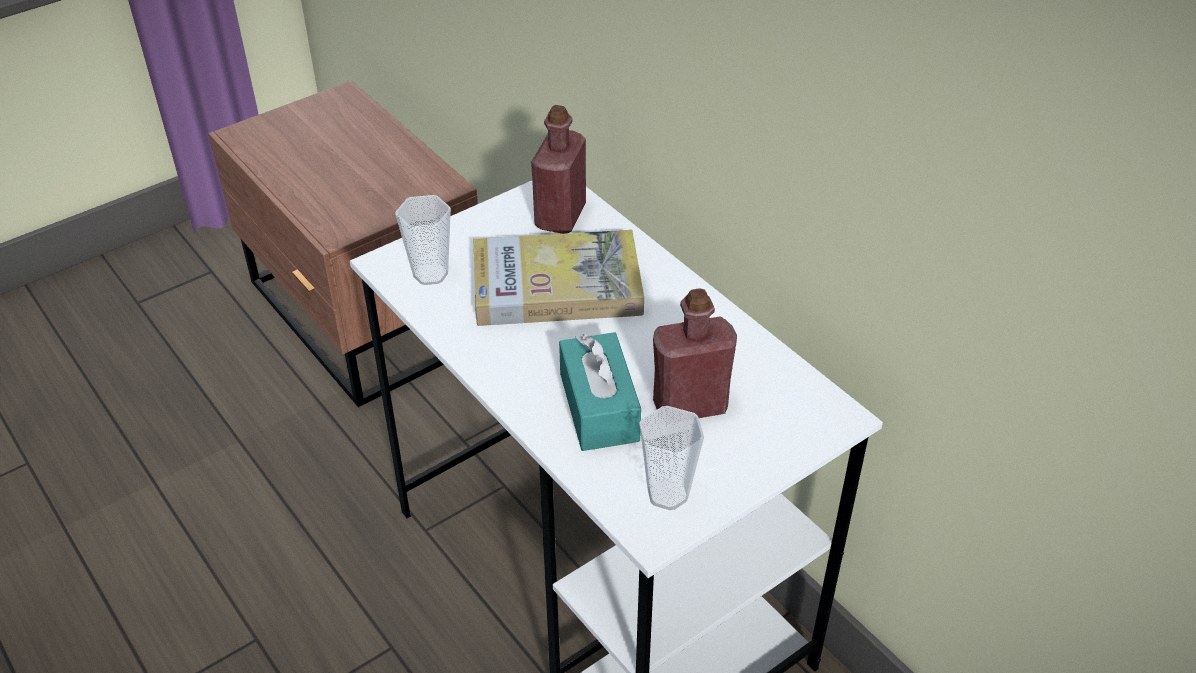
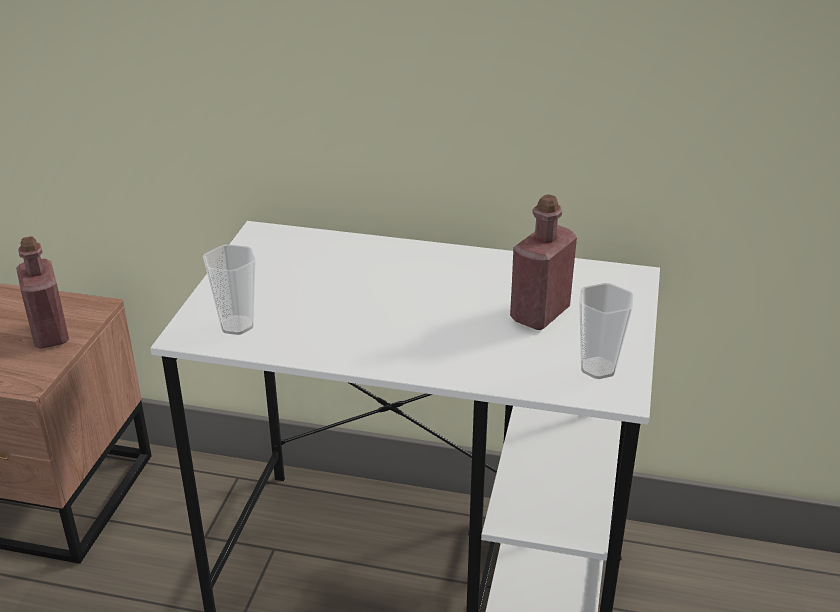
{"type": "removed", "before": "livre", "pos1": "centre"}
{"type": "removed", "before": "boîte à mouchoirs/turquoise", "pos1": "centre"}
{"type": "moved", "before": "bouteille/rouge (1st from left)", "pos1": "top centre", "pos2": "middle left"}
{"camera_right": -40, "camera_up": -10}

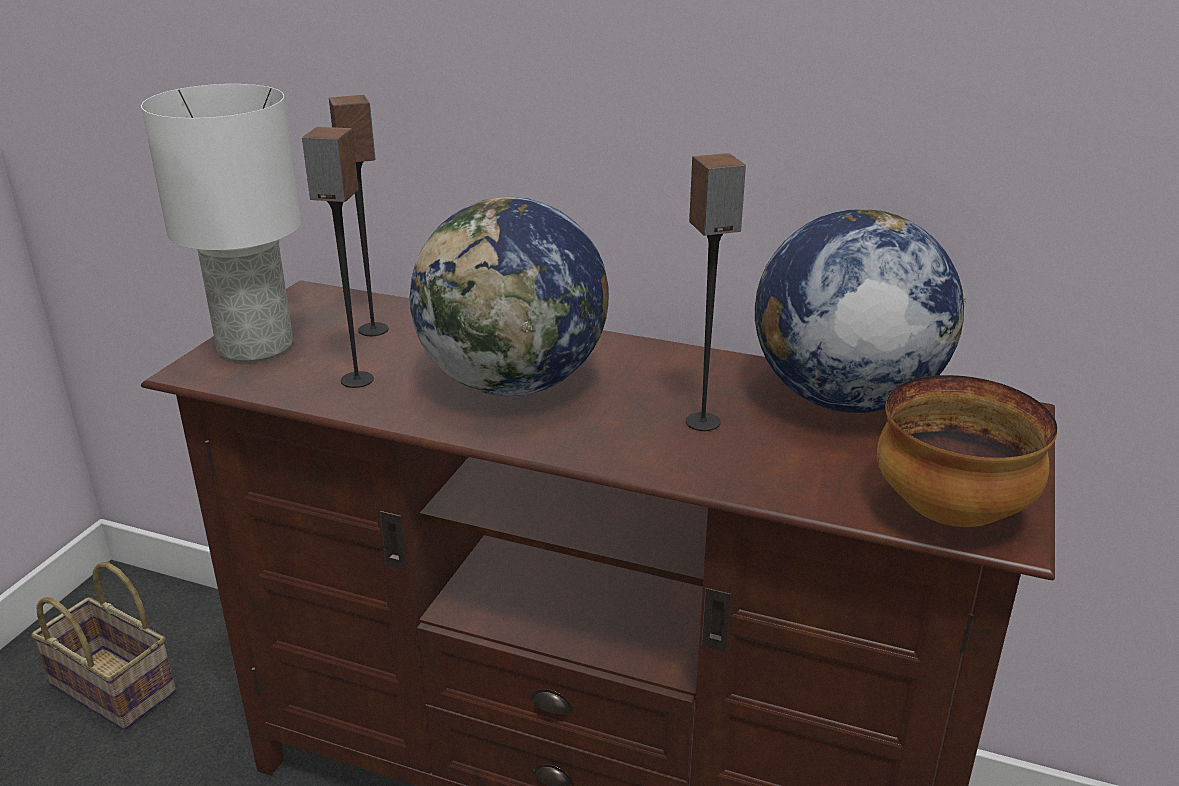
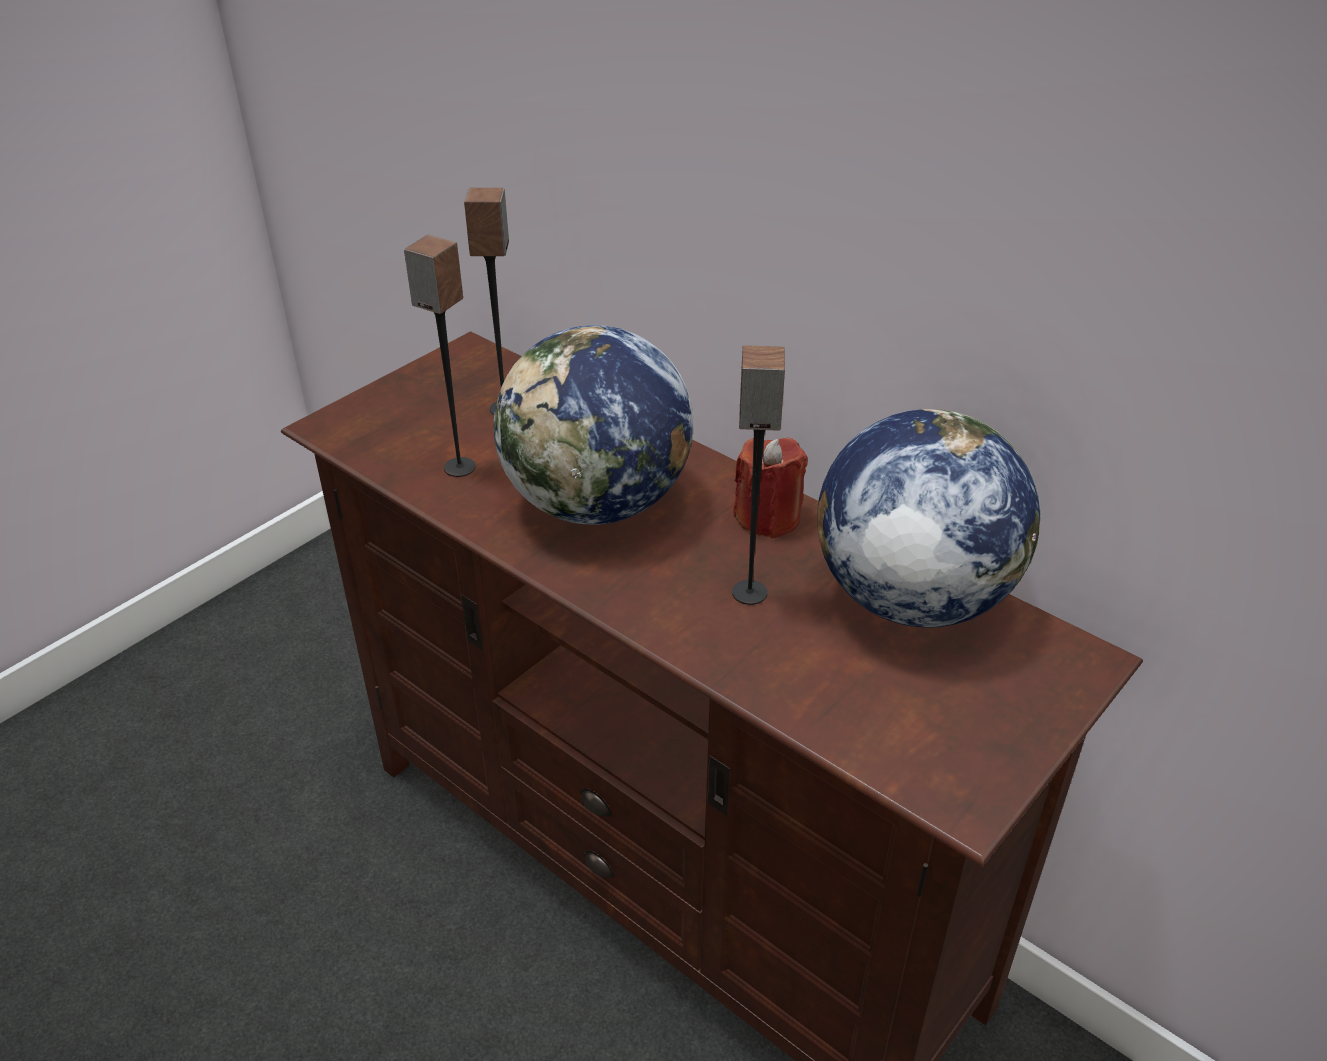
{"type": "removed", "before": "panier", "pos1": "bottom left"}
{"type": "removed", "before": "lampe de table/blanc", "pos1": "top left"}
{"type": "removed", "before": "bol", "pos1": "middle right"}
{"type": "added", "after": "bougie/rouge", "pos2": "centre"}
{"camera_right": 20, "camera_up": 10}

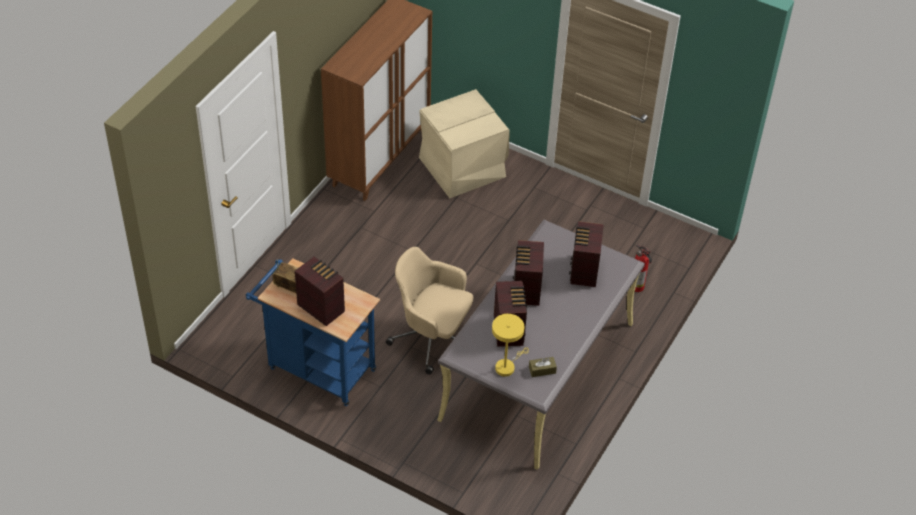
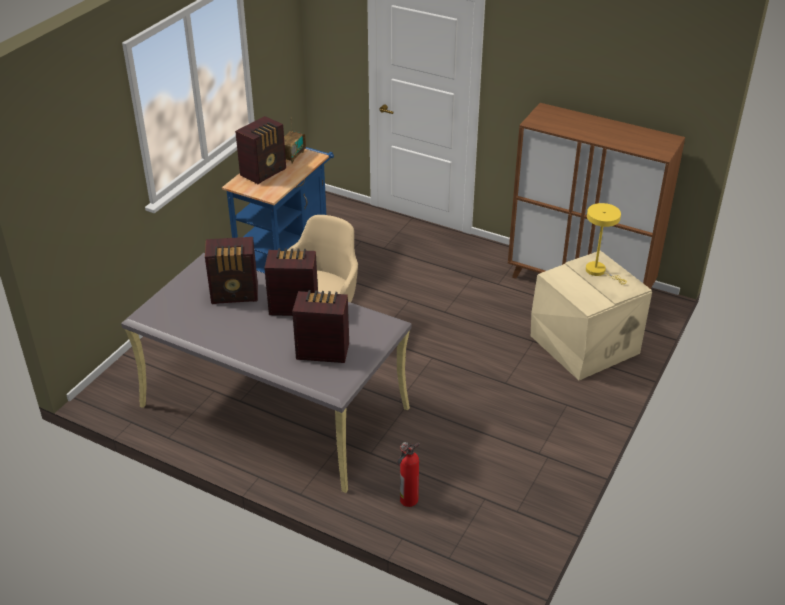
{"type": "removed", "before": "boîte à mouchoirs/marron", "pos1": "bottom centre"}
{"type": "moved", "before": "lampe de table/jaune", "pos1": "bottom centre", "pos2": "middle right"}
{"camera_right": 90, "camera_up": -10}

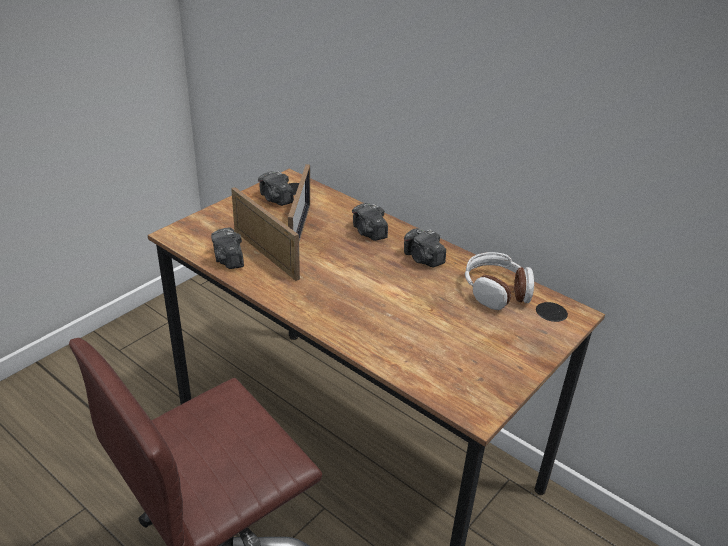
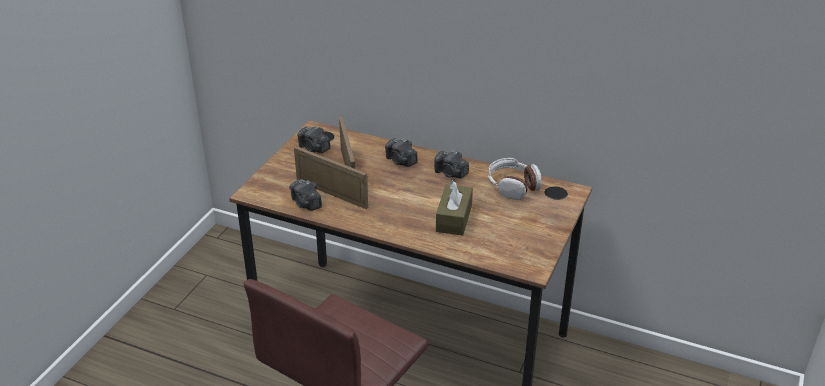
{"type": "added", "after": "boîte à mouchoirs/marron", "pos2": "centre"}
{"camera_right": -15, "camera_up": 0}

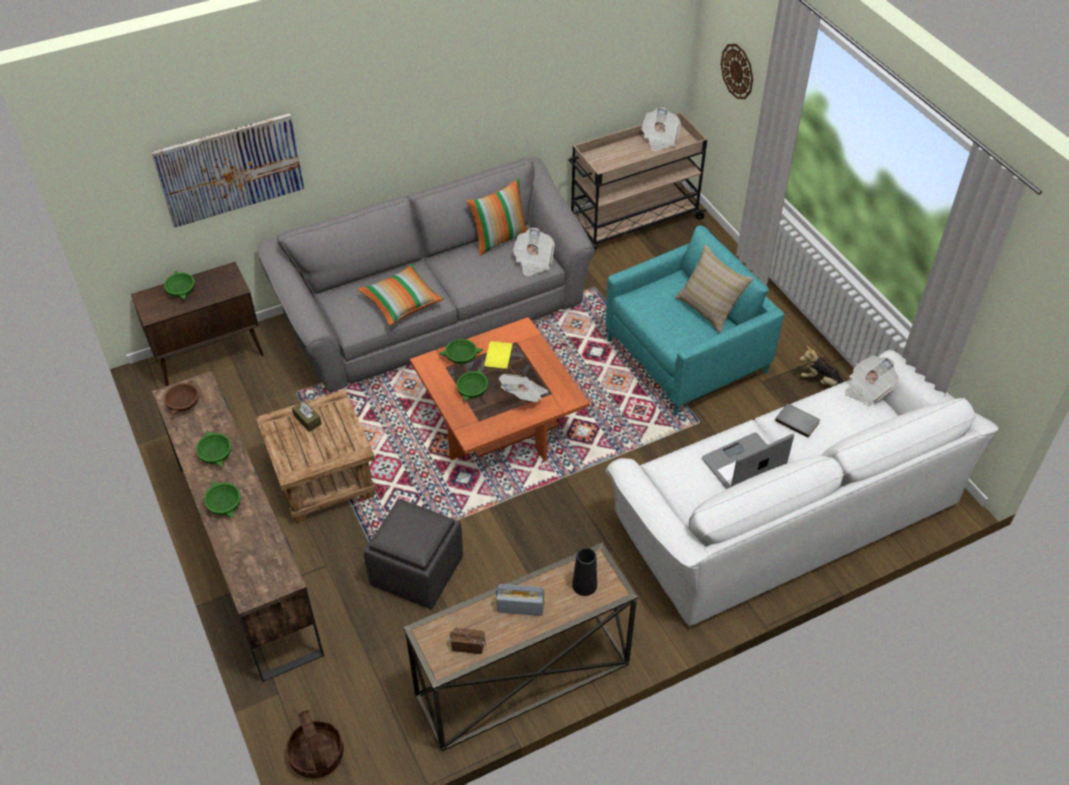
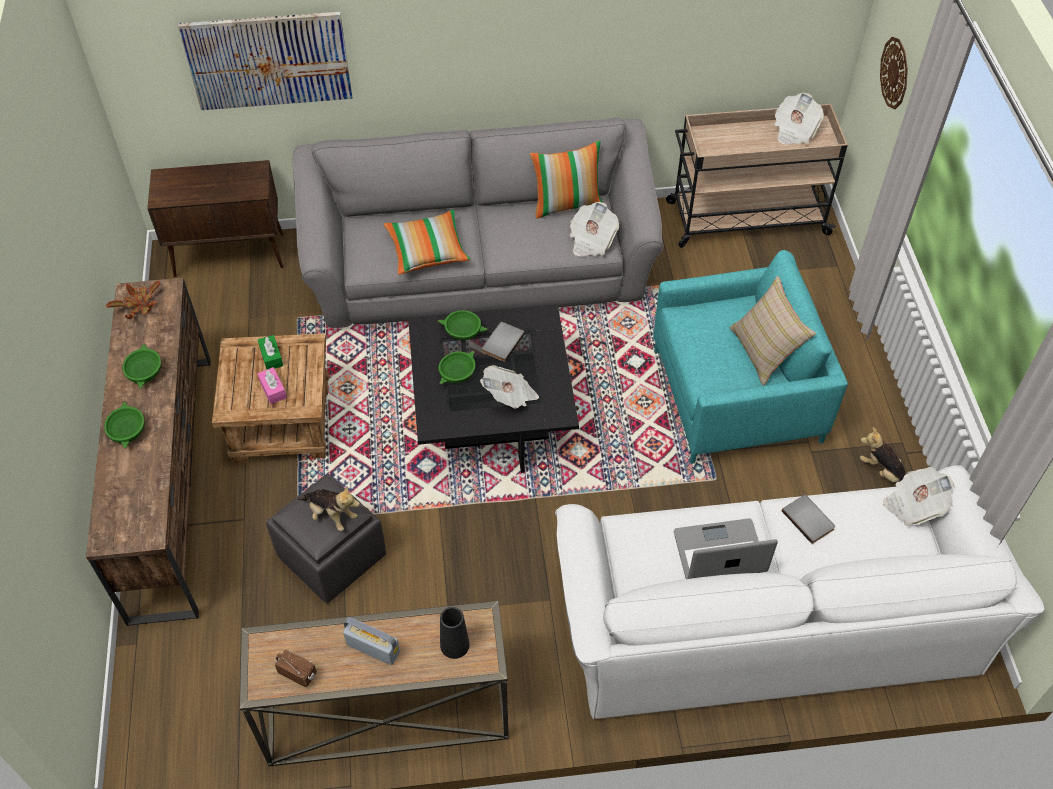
{"type": "removed", "before": "bol/vert (1st from left)", "pos1": "middle left"}
{"type": "removed", "before": "panier", "pos1": "bottom left"}
{"type": "added", "after": "boîte à mouchoirs/rose", "pos2": "middle left"}
{"type": "added", "after": "peluche (1st from left)", "pos2": "middle left"}
{"type": "replaced", "before": "bol/marron", "after": "plante en pot", "pos1": "middle left", "pos2": "middle left"}
{"type": "recoloured", "before": "boîte à mouchoirs/marron", "after": "boîte à mouchoirs/vert", "pos1": "middle left", "pos2": "middle left"}
{"type": "recoloured", "before": "table basse/orange", "after": "table basse/noir", "pos1": "centre", "pos2": "centre"}
{"type": "recoloured", "before": "livre/jaune", "after": "livre/gris (1st from left)", "pos1": "centre", "pos2": "centre"}
{"camera_right": 20, "camera_up": 5}

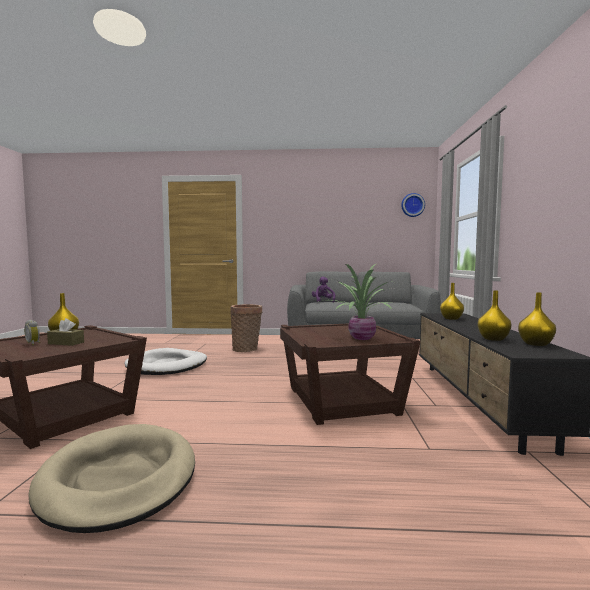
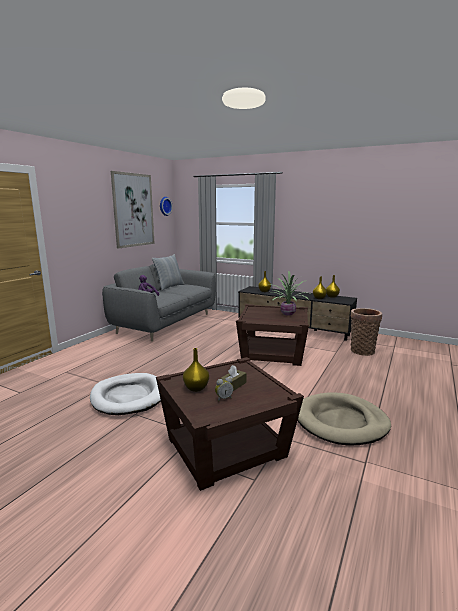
{"type": "added", "after": "tableau", "pos2": "middle left"}
{"type": "added", "after": "coussin", "pos2": "centre"}
{"type": "moved", "before": "panier", "pos1": "centre", "pos2": "middle right"}
{"camera_right": -65, "camera_up": 10}

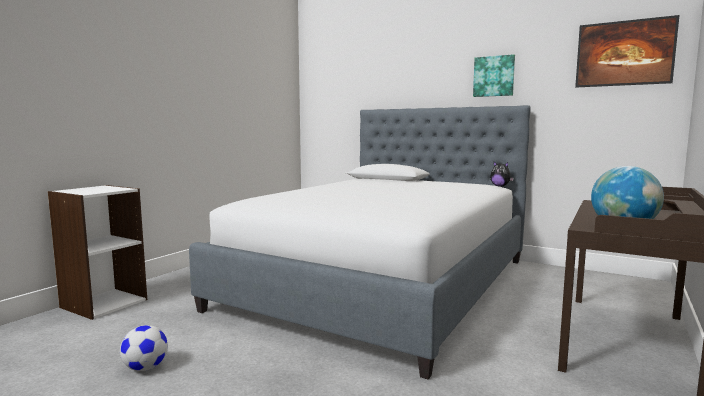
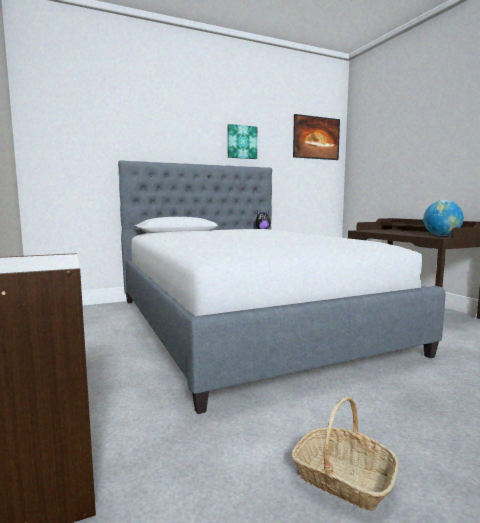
{"type": "replaced", "before": "ballon de foot", "after": "panier", "pos1": "bottom left", "pos2": "bottom right"}
{"camera_right": -55, "camera_up": 0}

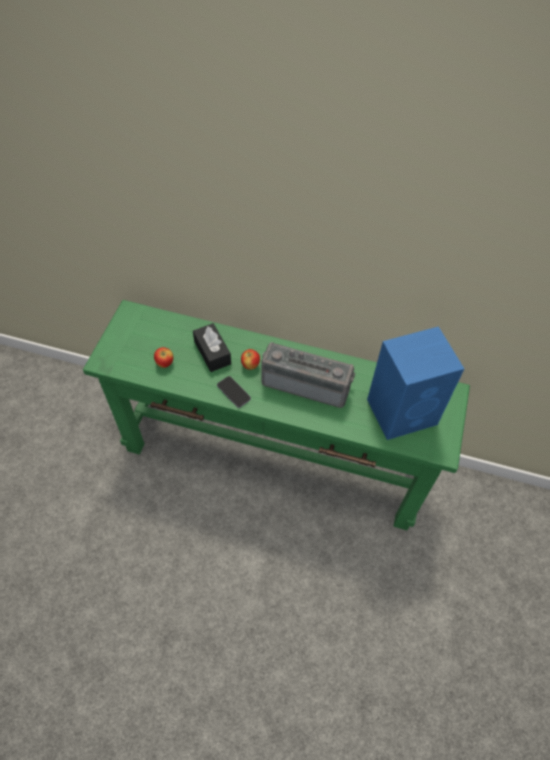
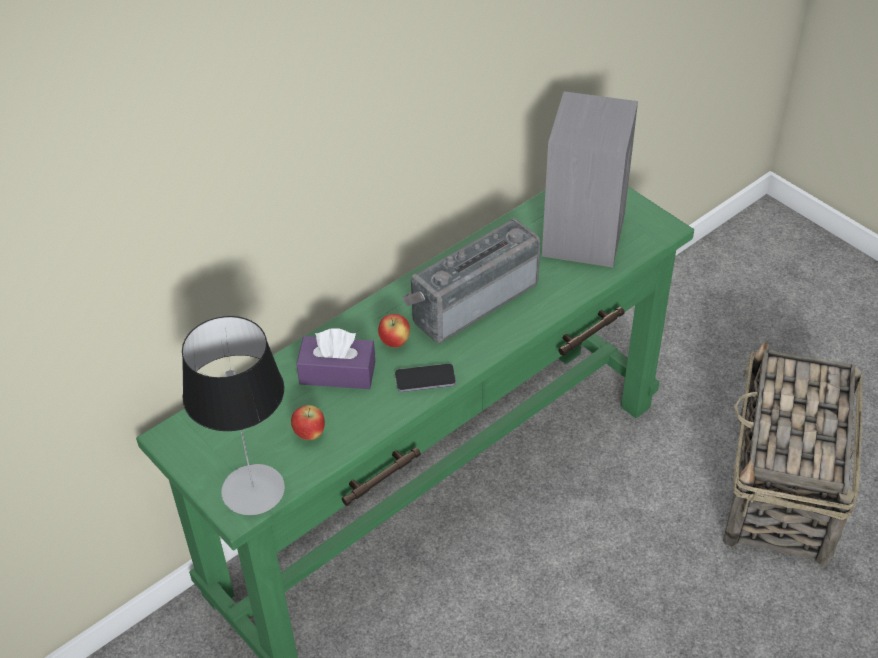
{"type": "added", "after": "lampe de table", "pos2": "middle left"}
{"type": "added", "after": "panier", "pos2": "bottom right"}
{"type": "recoloured", "before": "boîte à mouchoirs/noir", "after": "boîte à mouchoirs/violet", "pos1": "centre", "pos2": "centre"}
{"type": "recoloured", "before": "enceinte/bleu", "after": "enceinte/gris", "pos1": "middle right", "pos2": "top right"}
{"camera_right": -55, "camera_up": -10}

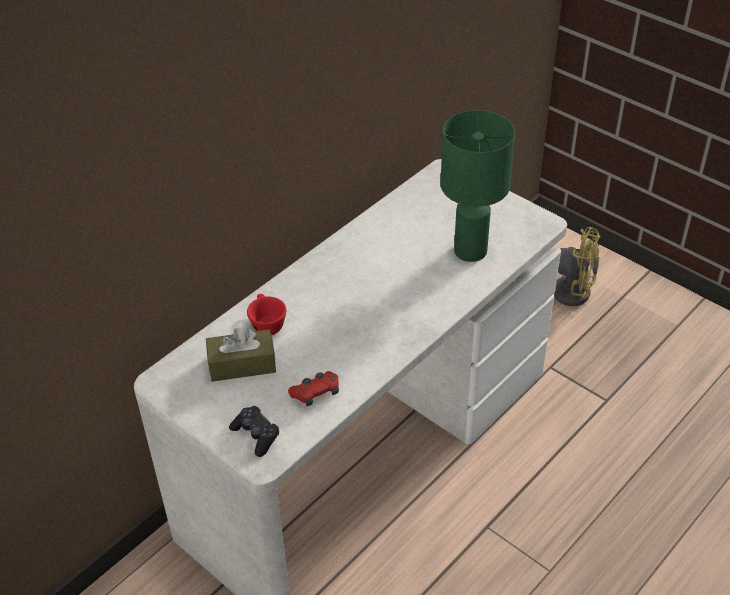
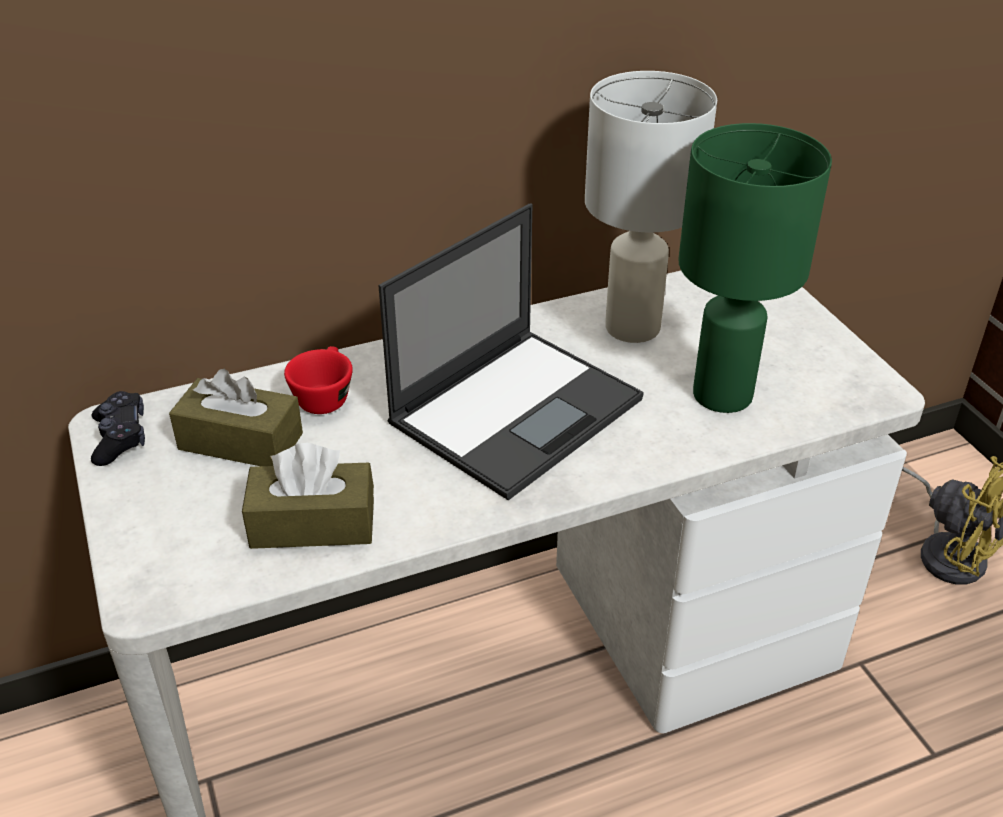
{"type": "added", "after": "ordinateur portable", "pos2": "centre"}
{"type": "added", "after": "lampe de table/blanc", "pos2": "top centre"}
{"type": "moved", "before": "manette/noir", "pos1": "bottom centre", "pos2": "middle left"}
{"type": "replaced", "before": "manette/rouge", "after": "boîte à mouchoirs/marron (2nd from left)", "pos1": "centre", "pos2": "middle left"}
{"camera_right": 25, "camera_up": -5}

